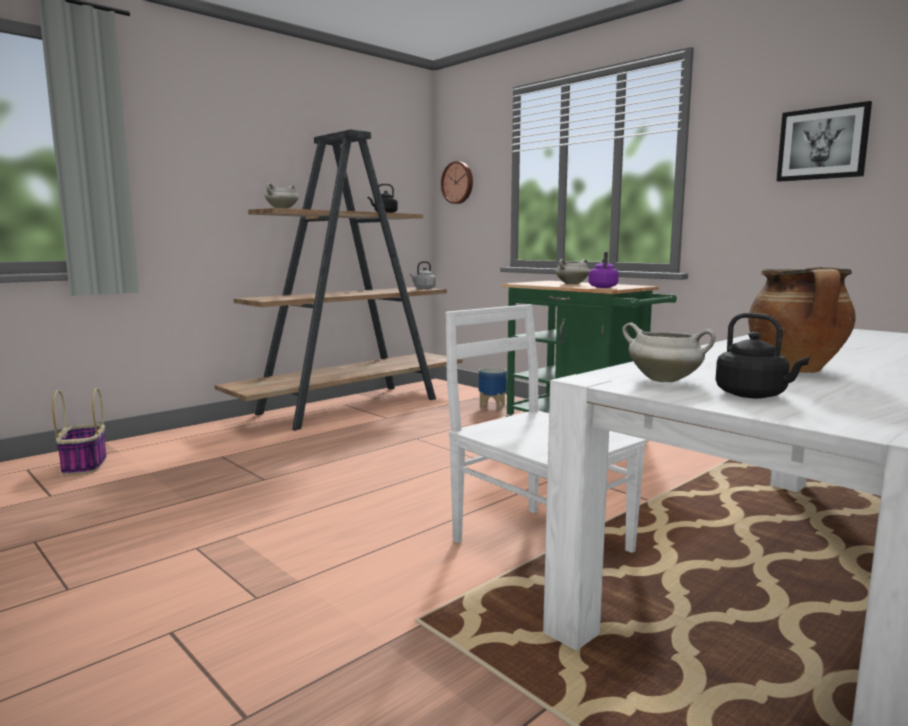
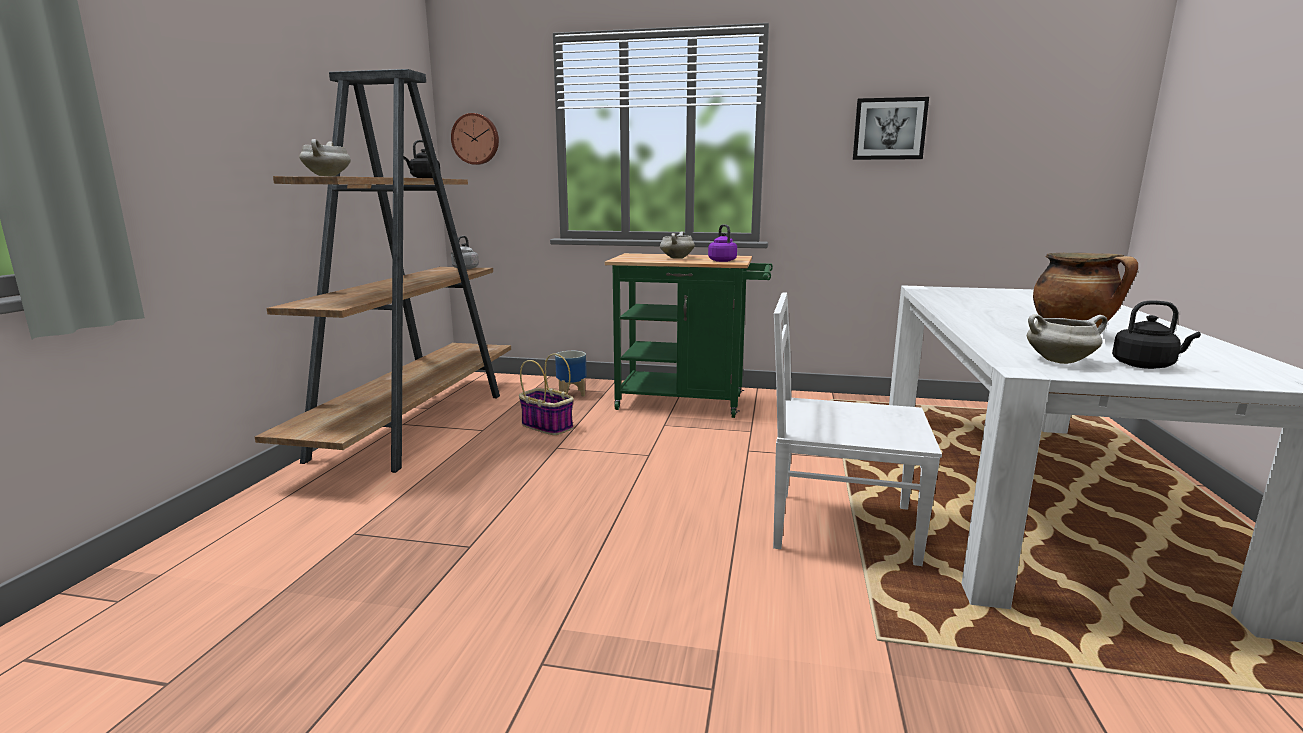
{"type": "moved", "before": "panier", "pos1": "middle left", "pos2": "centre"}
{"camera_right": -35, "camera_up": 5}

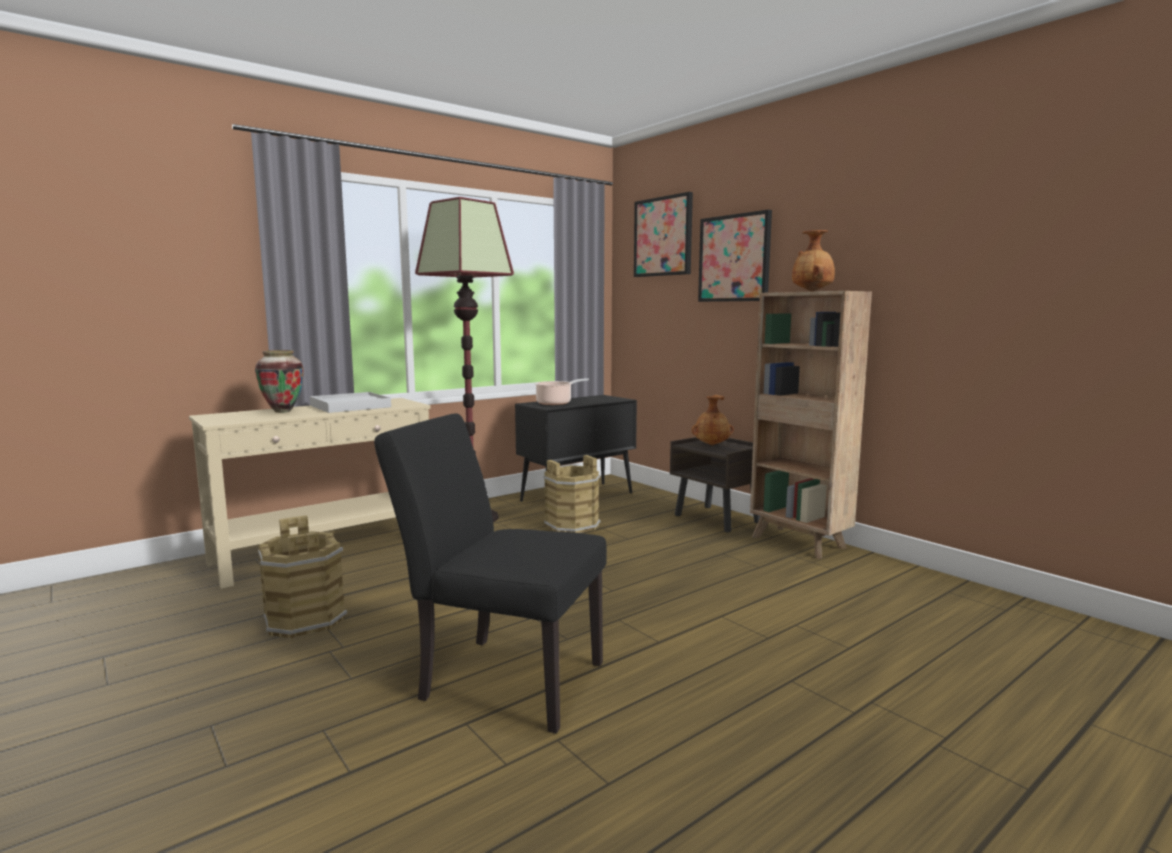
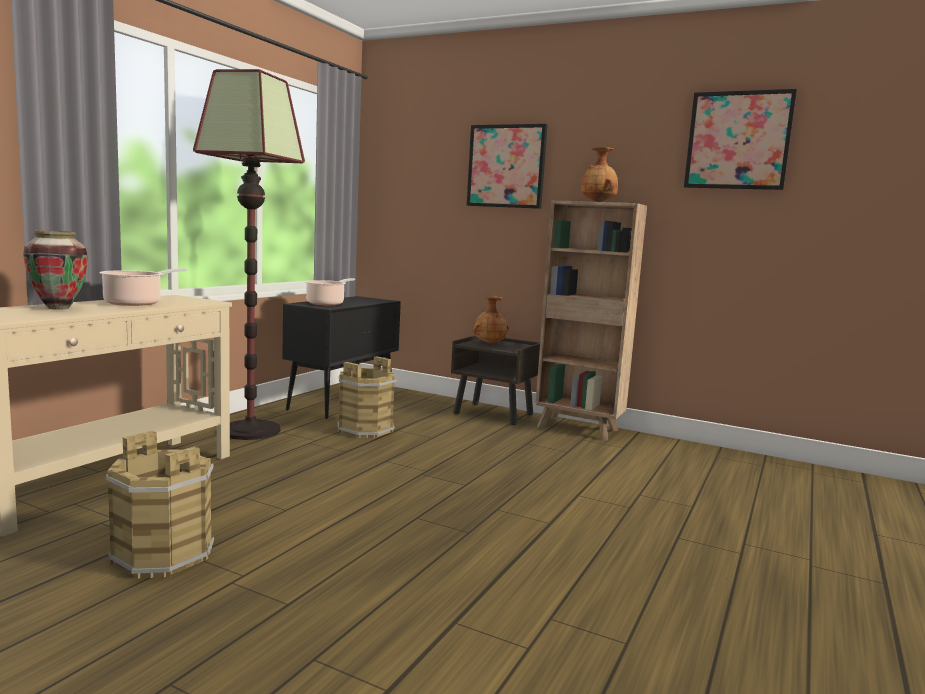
{"type": "removed", "before": "chaise/noir", "pos1": "bottom centre"}
{"type": "moved", "before": "tableau (1st from left in the first image)", "after": "tableau (2nd from left)", "pos1": "top centre", "pos2": "top right"}
{"type": "replaced", "before": "plateau/blanc", "after": "marmite (1st from left)", "pos1": "middle left", "pos2": "middle left"}
{"camera_right": -25, "camera_up": 0}

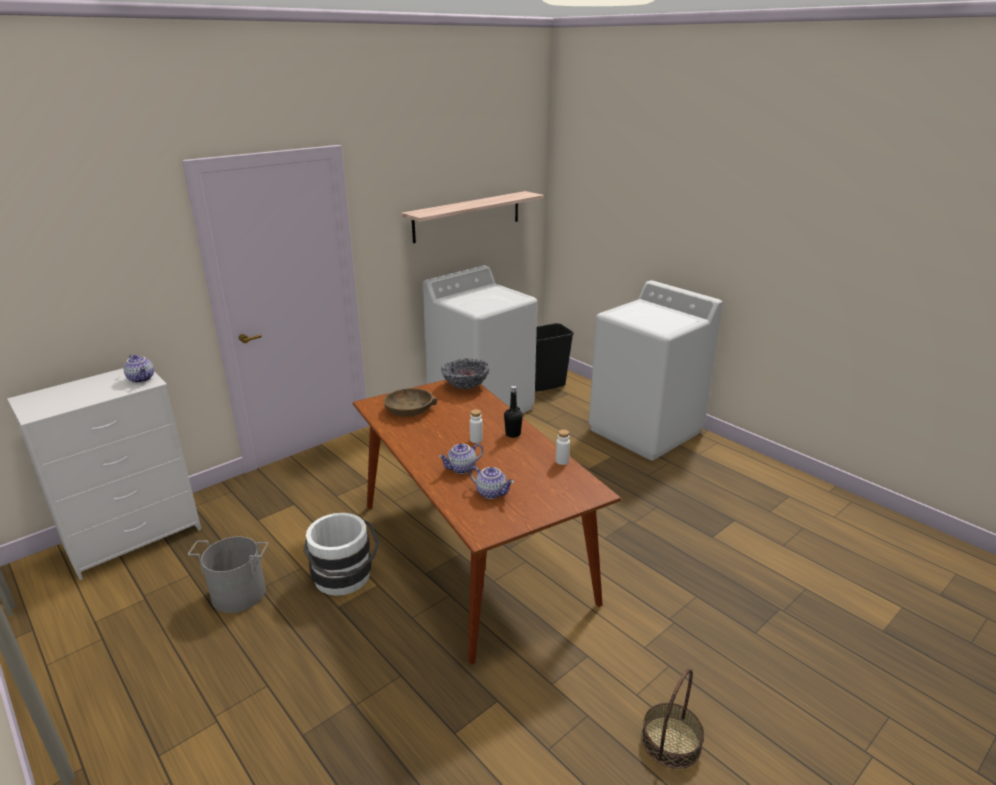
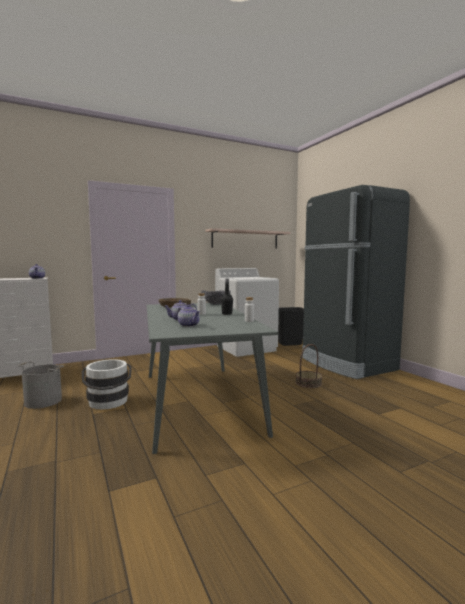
{"type": "moved", "before": "panier", "pos1": "bottom right", "pos2": "centre"}
{"type": "replaced", "before": "lave-linge/blanc (2nd from left)", "after": "réfrigérateur/noir", "pos1": "centre", "pos2": "middle right"}
{"type": "recoloured", "before": "table à manger/marron", "after": "table à manger/gris", "pos1": "centre", "pos2": "centre"}
{"camera_right": 15, "camera_up": -20}

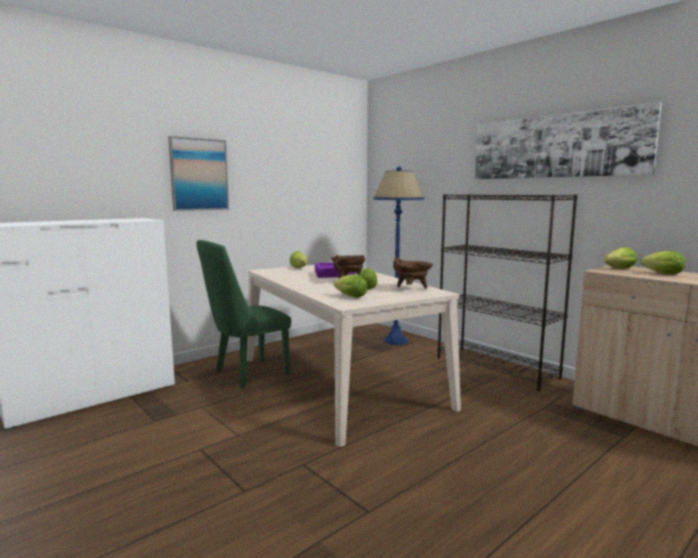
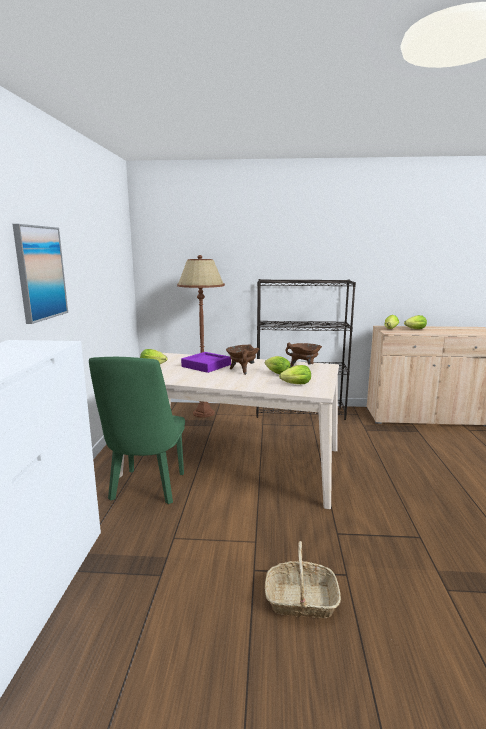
{"type": "removed", "before": "tableau (2nd from left)", "pos1": "top right"}
{"type": "added", "after": "panier", "pos2": "bottom centre"}
{"type": "recoloured", "before": "lampadaire/bleu", "after": "lampadaire/marron", "pos1": "centre", "pos2": "centre"}
{"camera_right": -45, "camera_up": 5}

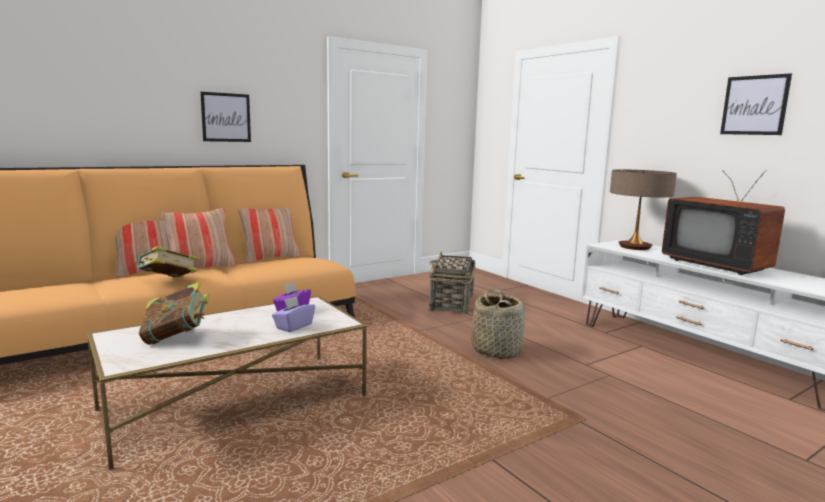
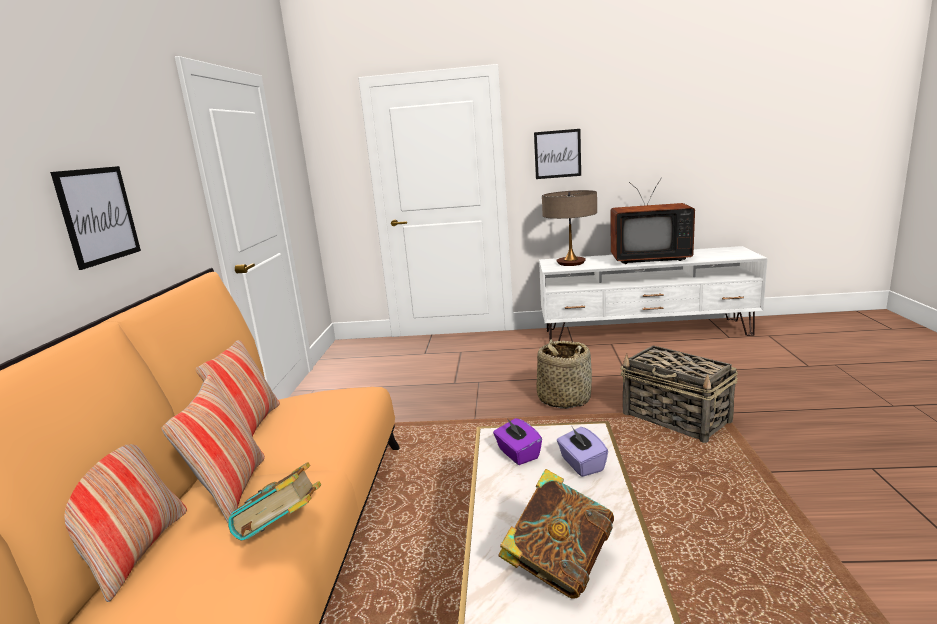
{"type": "moved", "before": "panier (1st from left in the first image)", "after": "panier (2nd from left)", "pos1": "centre", "pos2": "middle right"}
{"type": "moved", "before": "tableau (2nd from left)", "pos1": "top right", "pos2": "top centre"}
{"camera_right": -50, "camera_up": 5}

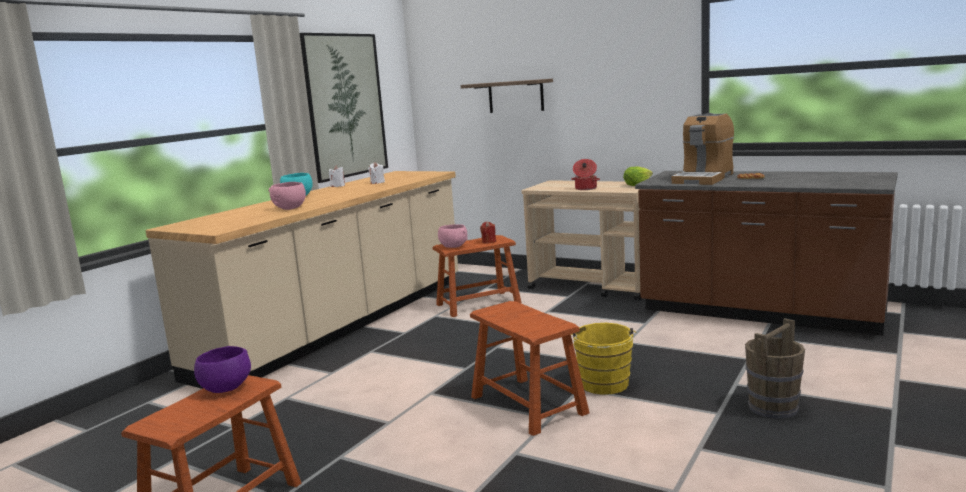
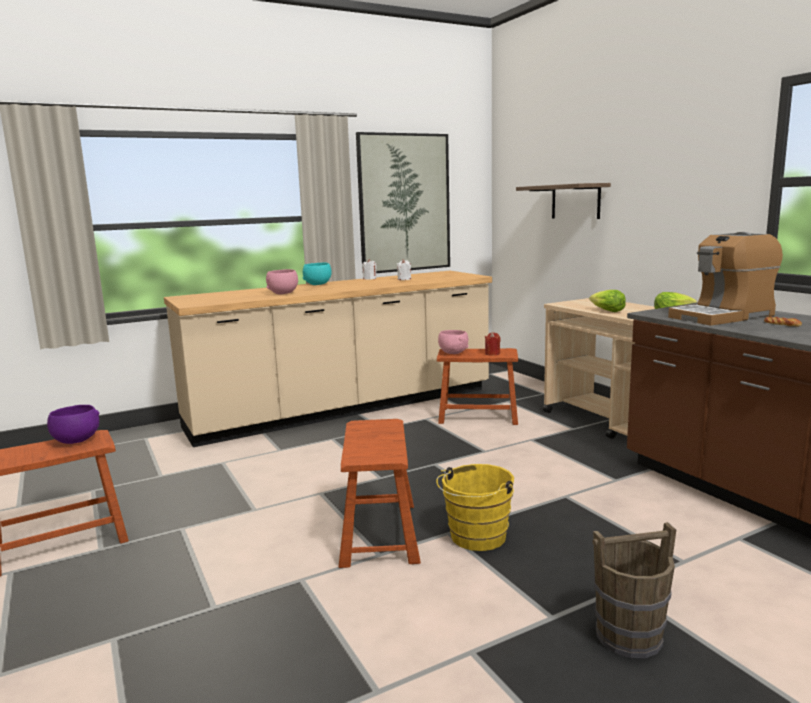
{"type": "replaced", "before": "marmite", "after": "laitue (1st from left)", "pos1": "centre", "pos2": "middle right"}
{"camera_right": 30, "camera_up": 0}

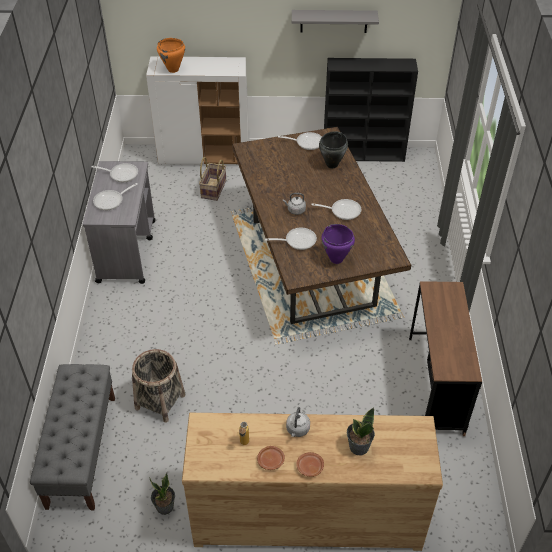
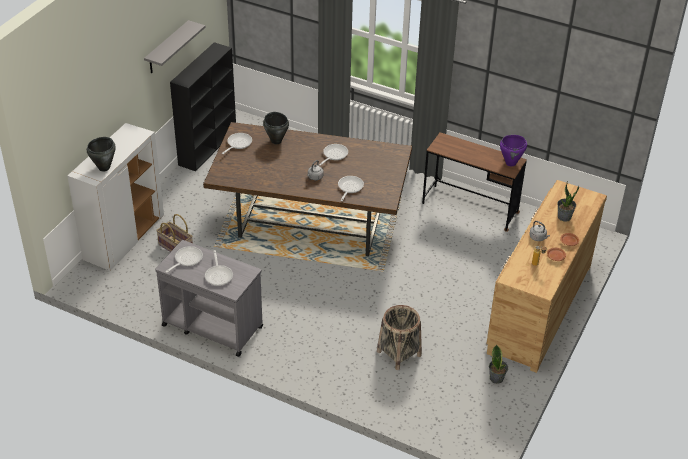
{"type": "removed", "before": "banc/gris", "pos1": "bottom left"}
{"type": "moved", "before": "marmite/violet", "pos1": "centre", "pos2": "top right"}
{"type": "recoloured", "before": "marmite/orange", "after": "marmite/noir (1st from left)", "pos1": "top left", "pos2": "middle left"}
{"camera_right": -65, "camera_up": -5}

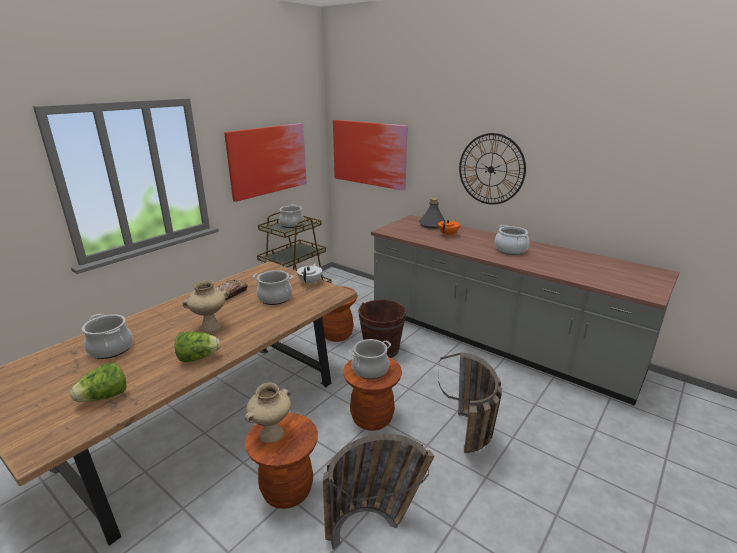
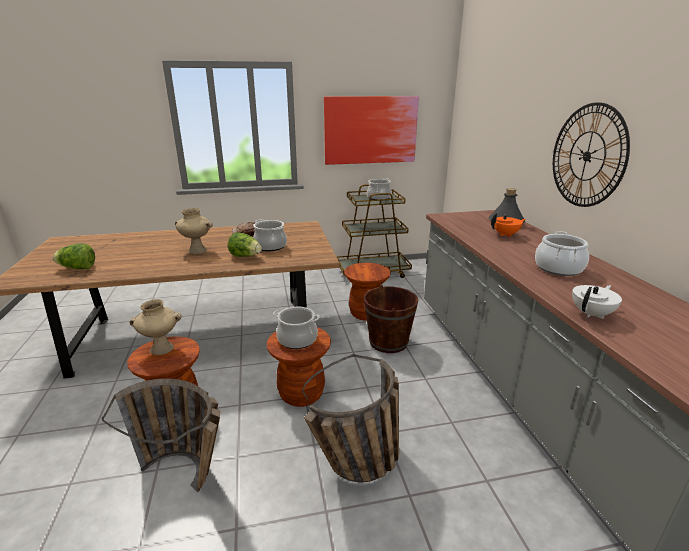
{"type": "removed", "before": "marmite (1st from left)", "pos1": "middle left"}
{"type": "removed", "before": "tableau (2nd from left)", "pos1": "top centre"}
{"type": "moved", "before": "laitue (2nd from left)", "pos1": "middle left", "pos2": "centre"}
{"type": "moved", "before": "théière/blanc", "pos1": "centre", "pos2": "middle right"}
{"camera_right": 40, "camera_up": 0}

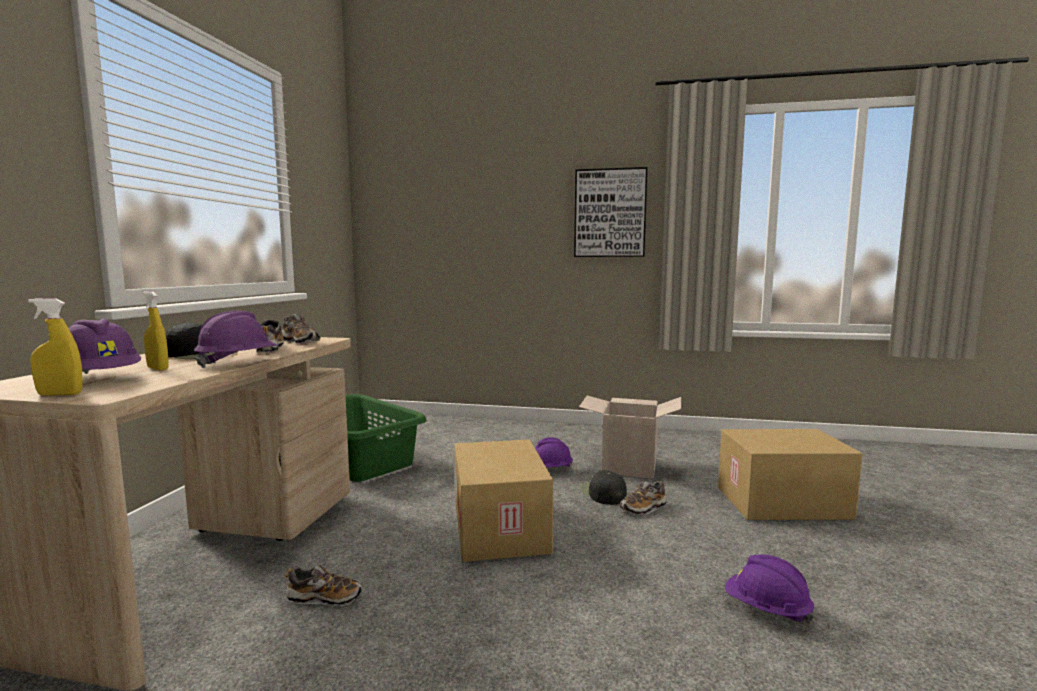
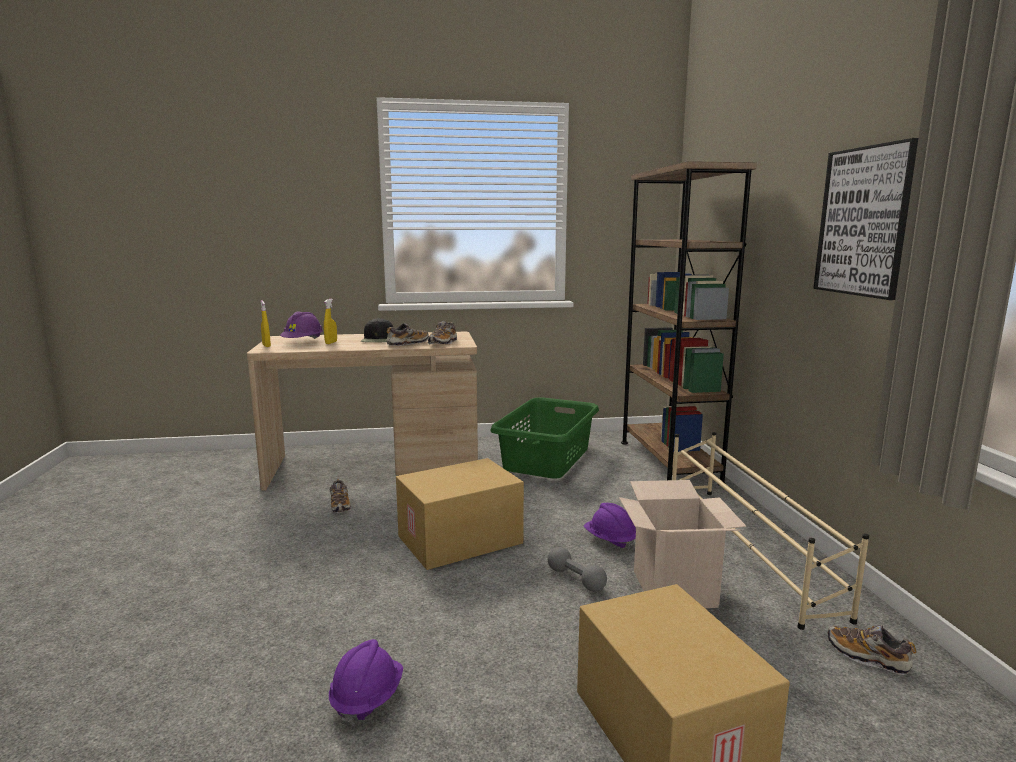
{"type": "removed", "before": "casque de chantier/violet (2nd from left)", "pos1": "middle left"}
{"type": "added", "after": "bibliothèque/marron", "pos2": "middle right"}
{"type": "added", "after": "étagère à chaussures/beige", "pos2": "bottom right"}
{"type": "moved", "before": "chaussure (4th from left)", "pos1": "bottom centre", "pos2": "bottom right"}
{"type": "replaced", "before": "casquette/noir (2nd from left)", "after": "haltère/gris", "pos1": "bottom centre", "pos2": "bottom centre"}
{"camera_right": 70, "camera_up": 5}

